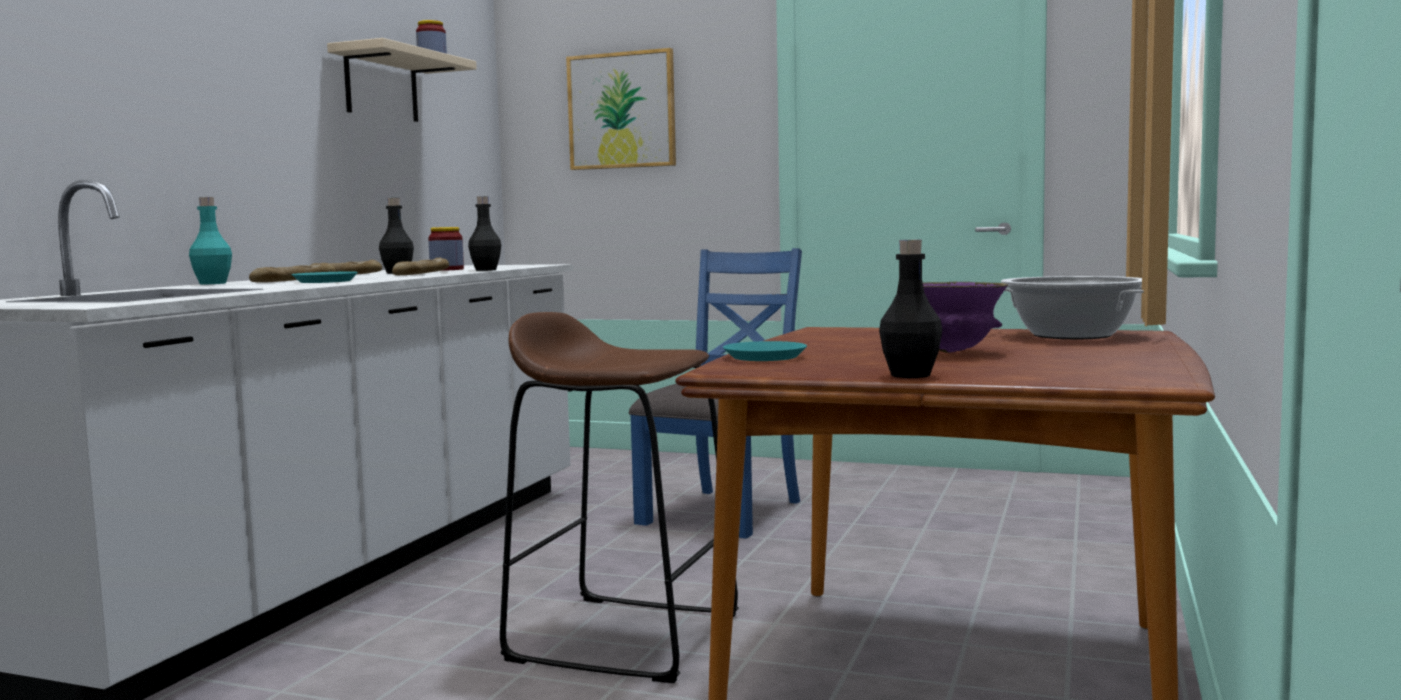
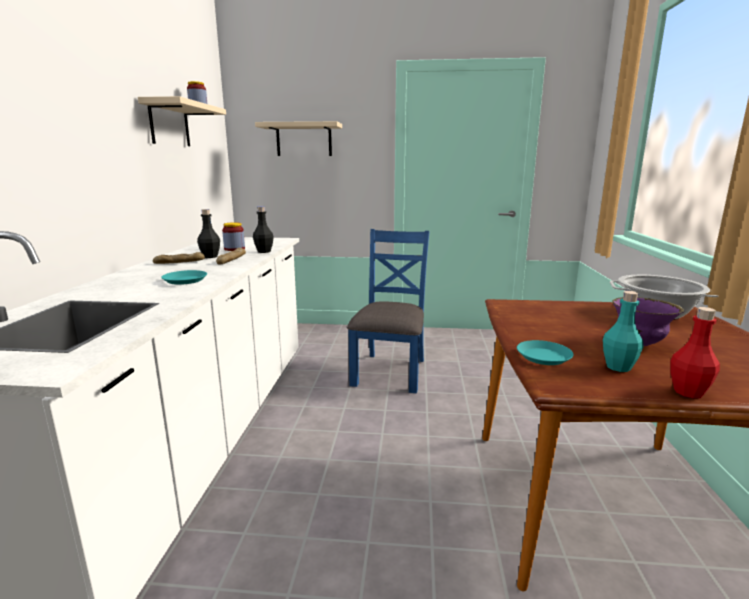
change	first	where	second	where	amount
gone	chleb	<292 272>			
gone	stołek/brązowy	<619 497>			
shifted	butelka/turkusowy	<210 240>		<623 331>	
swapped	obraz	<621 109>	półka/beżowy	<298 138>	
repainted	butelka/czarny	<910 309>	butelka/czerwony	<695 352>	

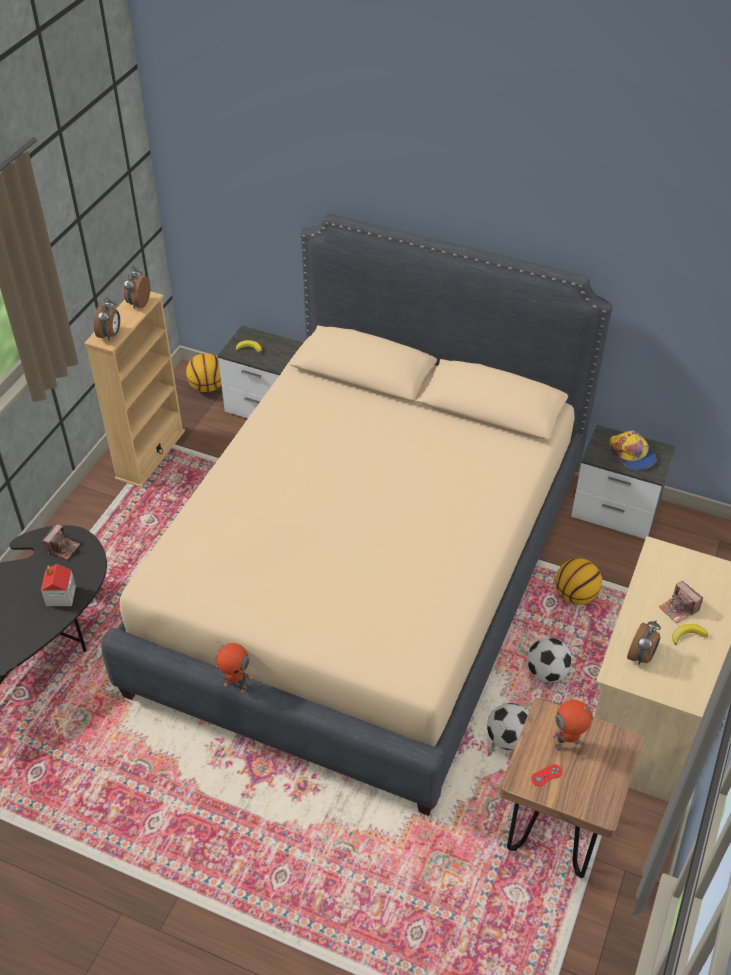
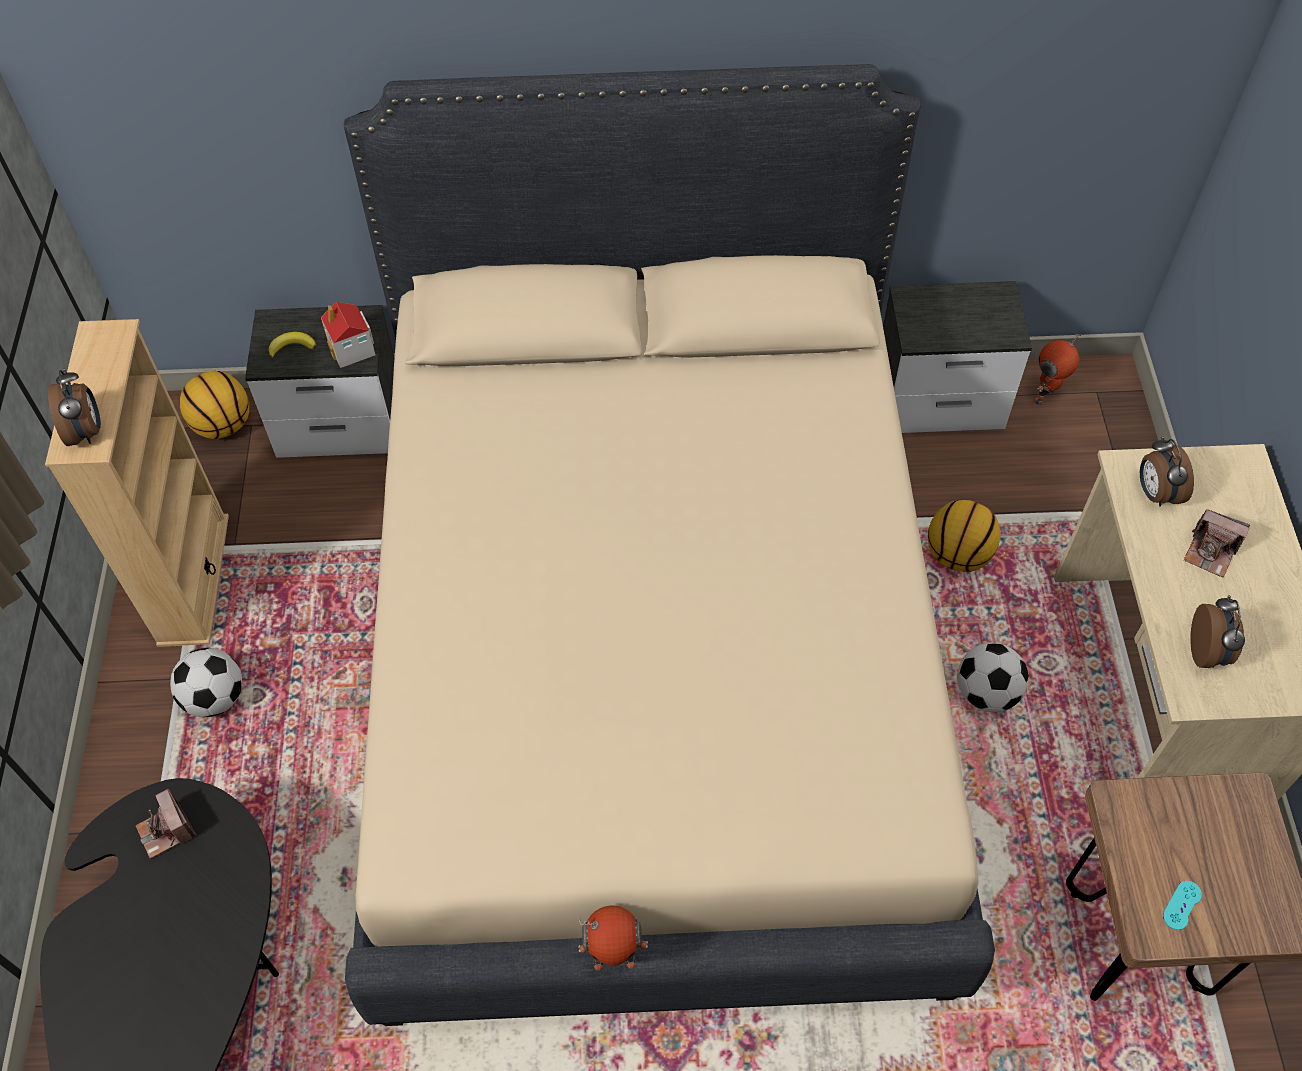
change	first	where	second	where	amount
gone	czapka z daszkiem	<632 450>			
gone	banan	<690 634>			
shifted	domek	<58 585>		<348 335>	
shifted	budzik	<137 287>		<1167 472>	
shifted	piłka futbolowa	<508 726>		<206 682>	
shifted	robot zabawkowy	<573 725>		<1057 369>	
repainted	pad do gier/czerwony	<547 775>	pad do gier/turkusowy	<1182 905>	
rotated	aparat fotograficzny	<61 542>		<166 824>	150 degrees clockwise

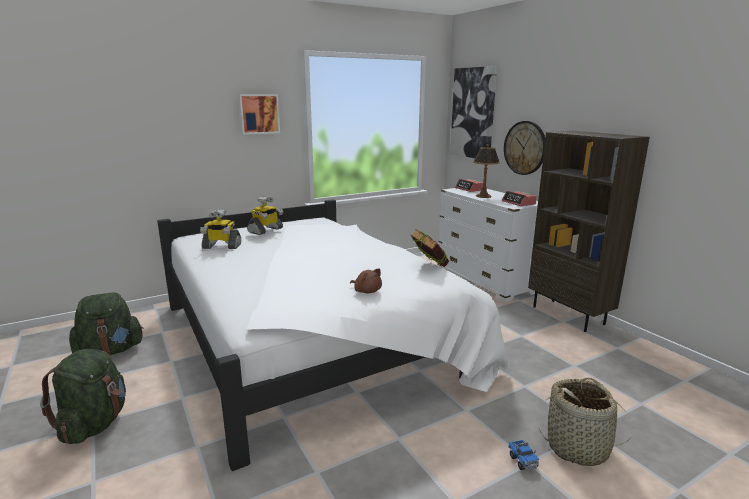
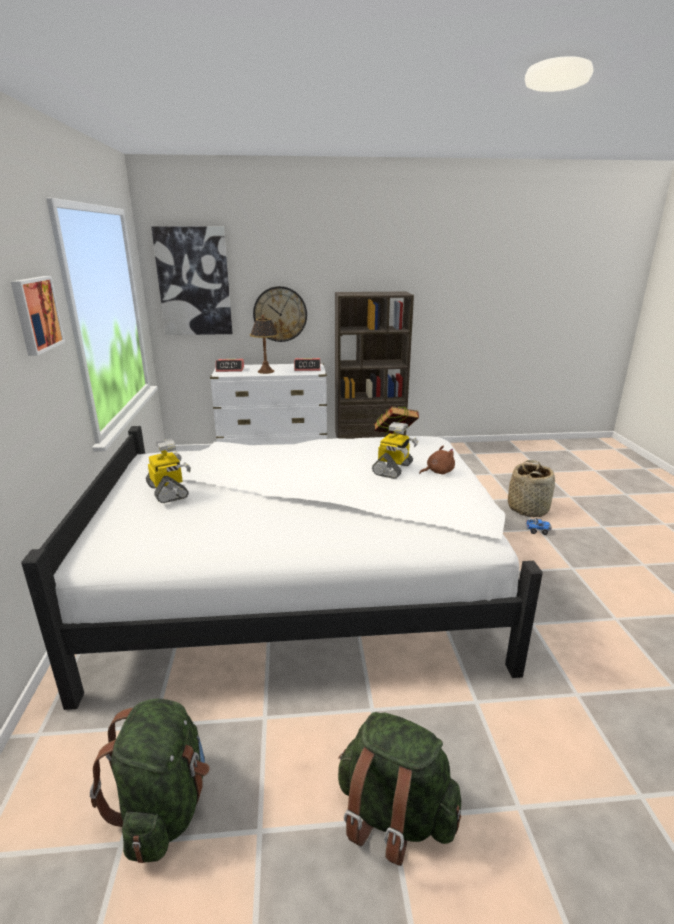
change	first	where	second	where	amount
shifted	robot zabawkowy	<220 229>		<395 450>	

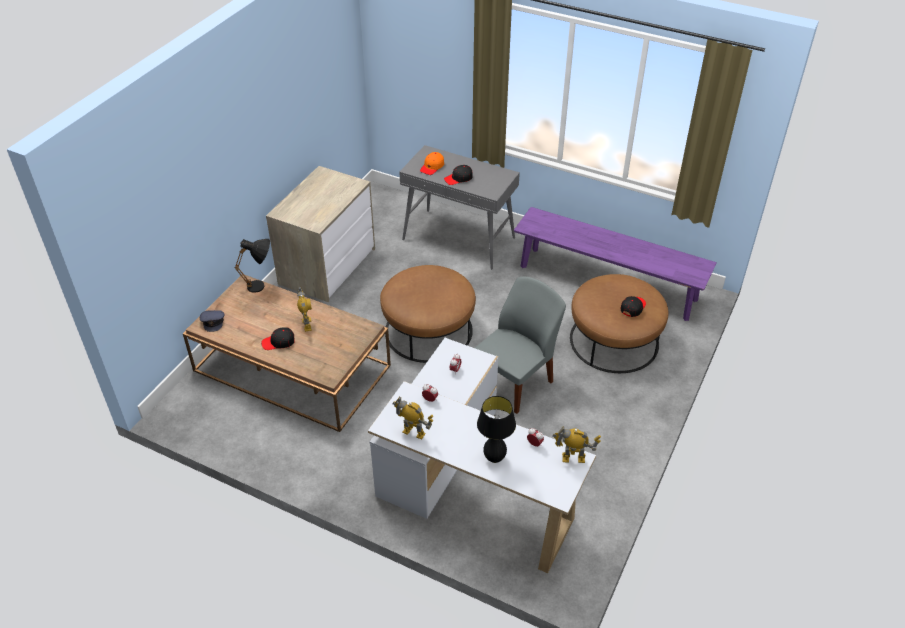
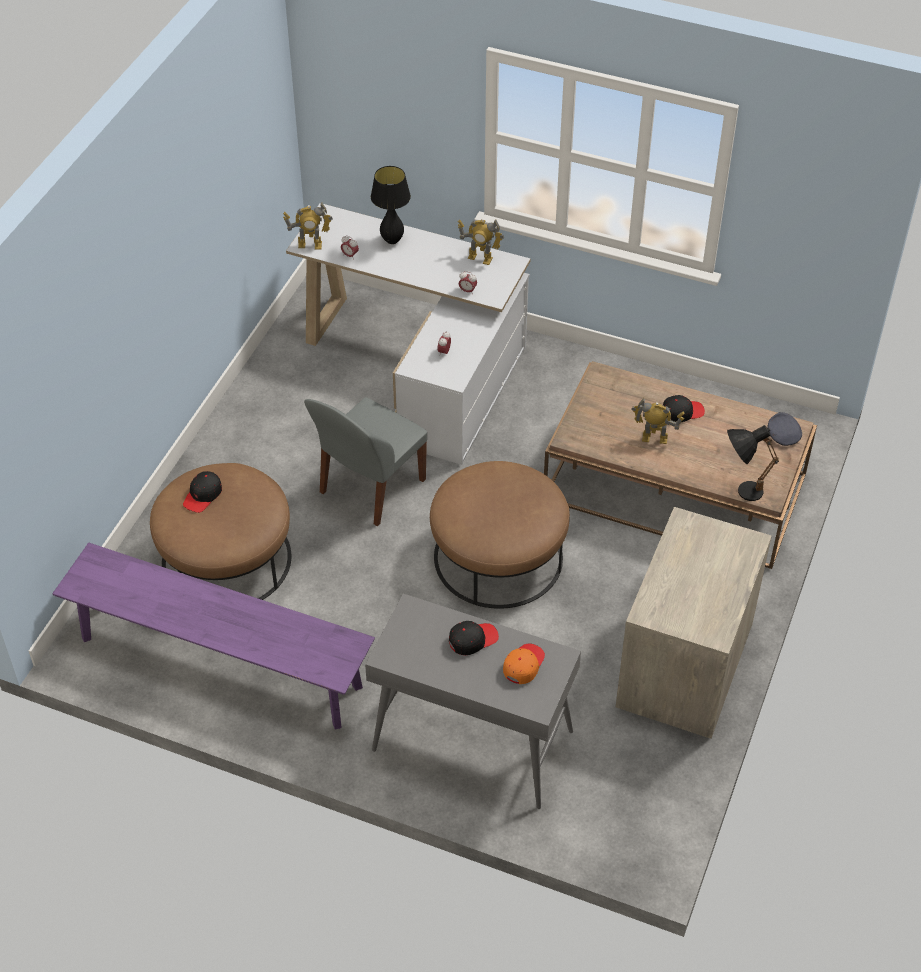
change	first	where	second	where	amount
rotated	robot zabawkowy	<304 309>		<658 421>	120 degrees clockwise

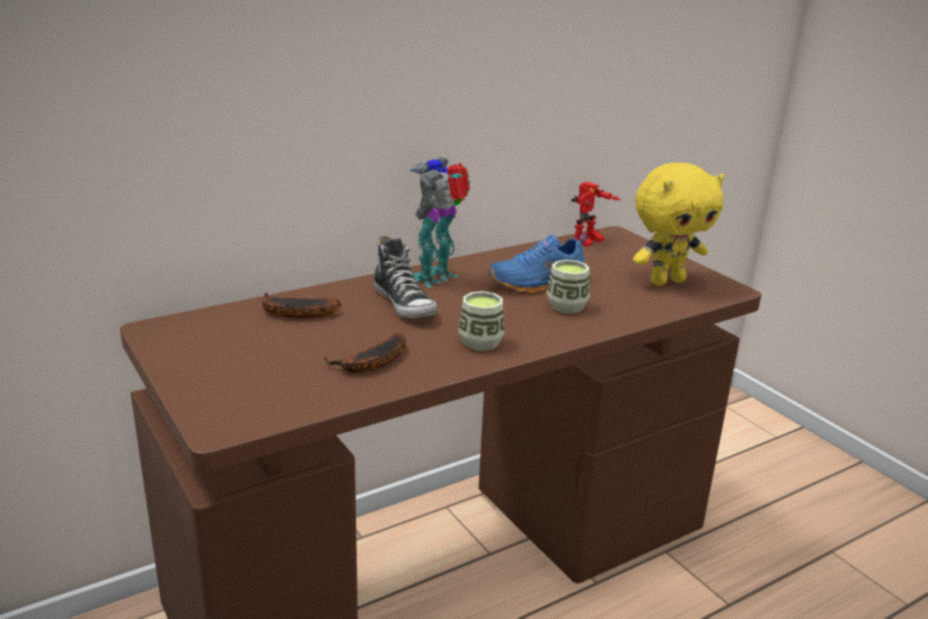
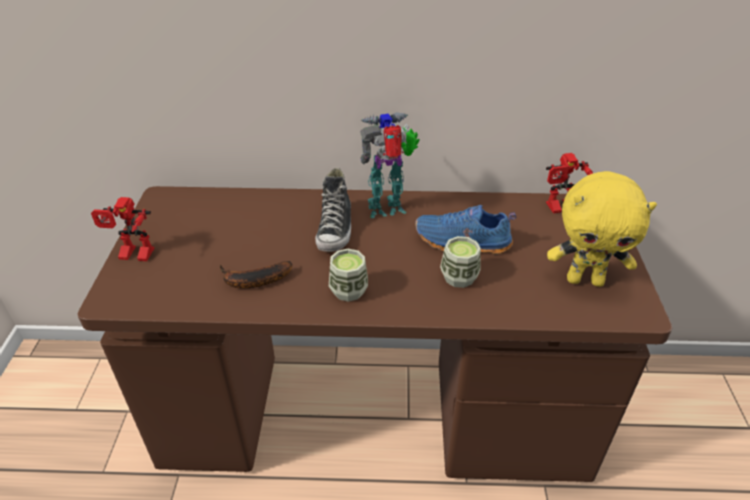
change	first	where	second	where	amount
gone	banan	<301 305>			
new			robot zabawkowy	<122 229>	

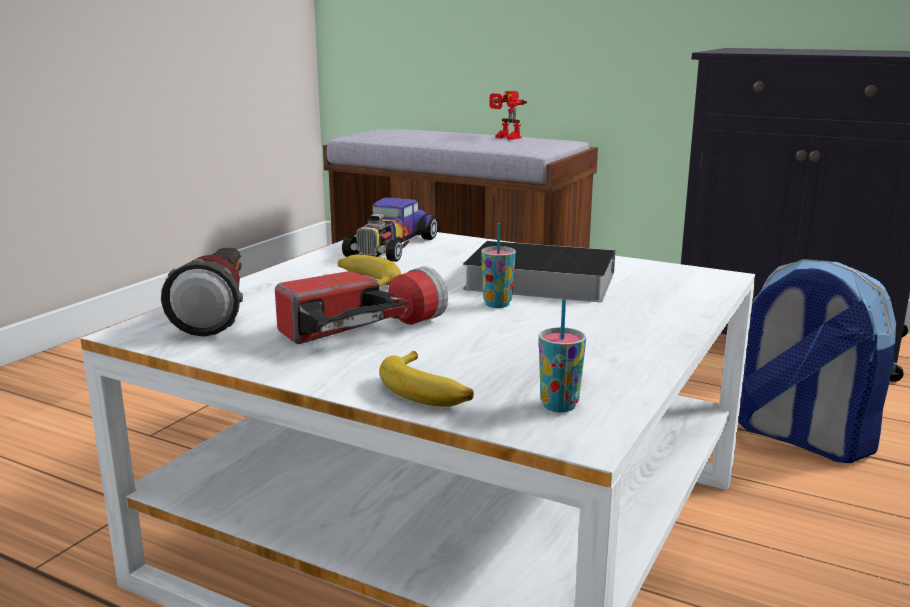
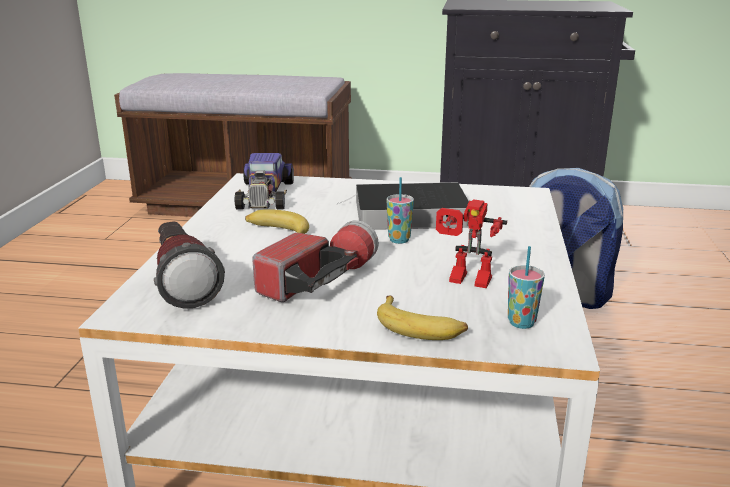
change	first	where	second	where	amount
shifted	robot zabawkowy	<508 115>		<471 243>	

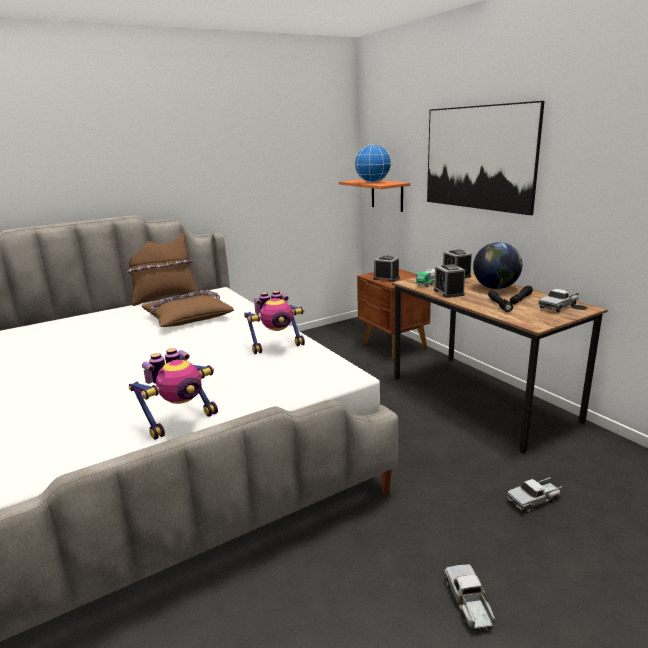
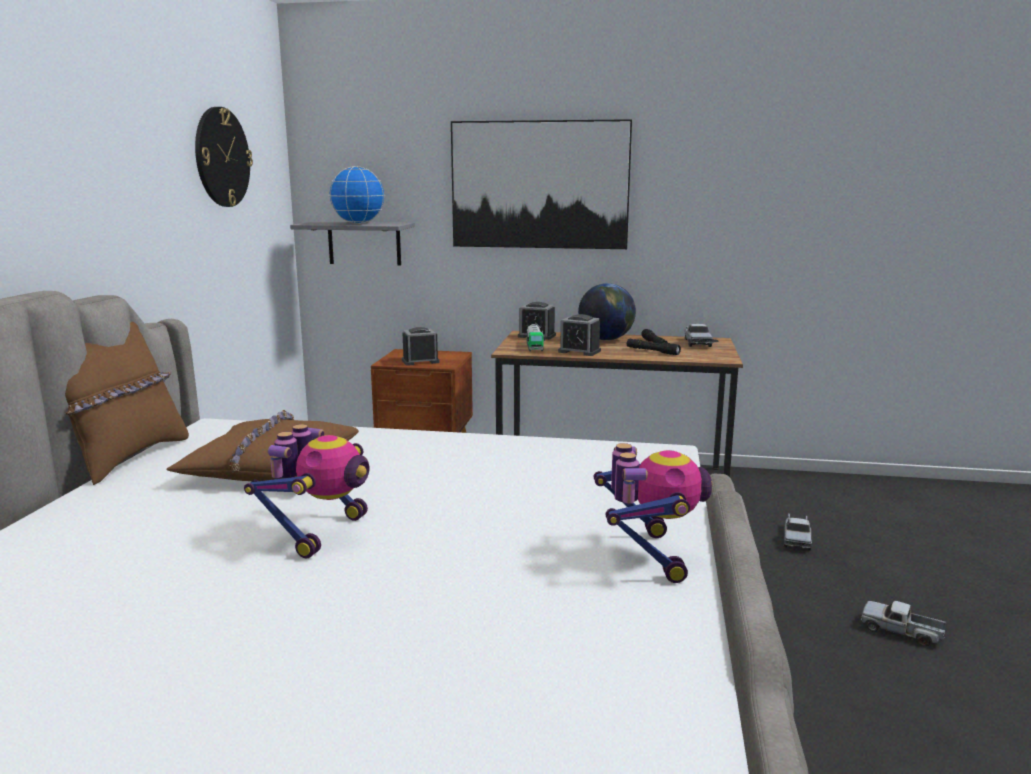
change	first	where	second	where	amount
new			zegar ścienny	<224 157>	
shifted	robot zabawkowy	<274 322>		<307 491>	
repainted	półka/pomarańczowy	<374 195>	półka/szary	<352 243>	

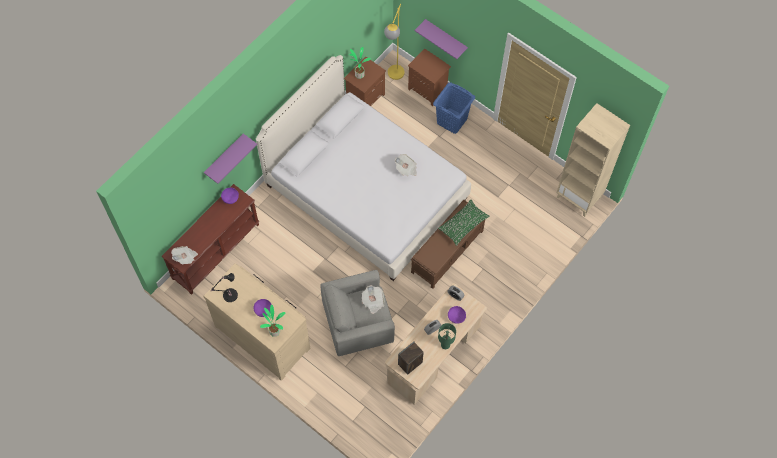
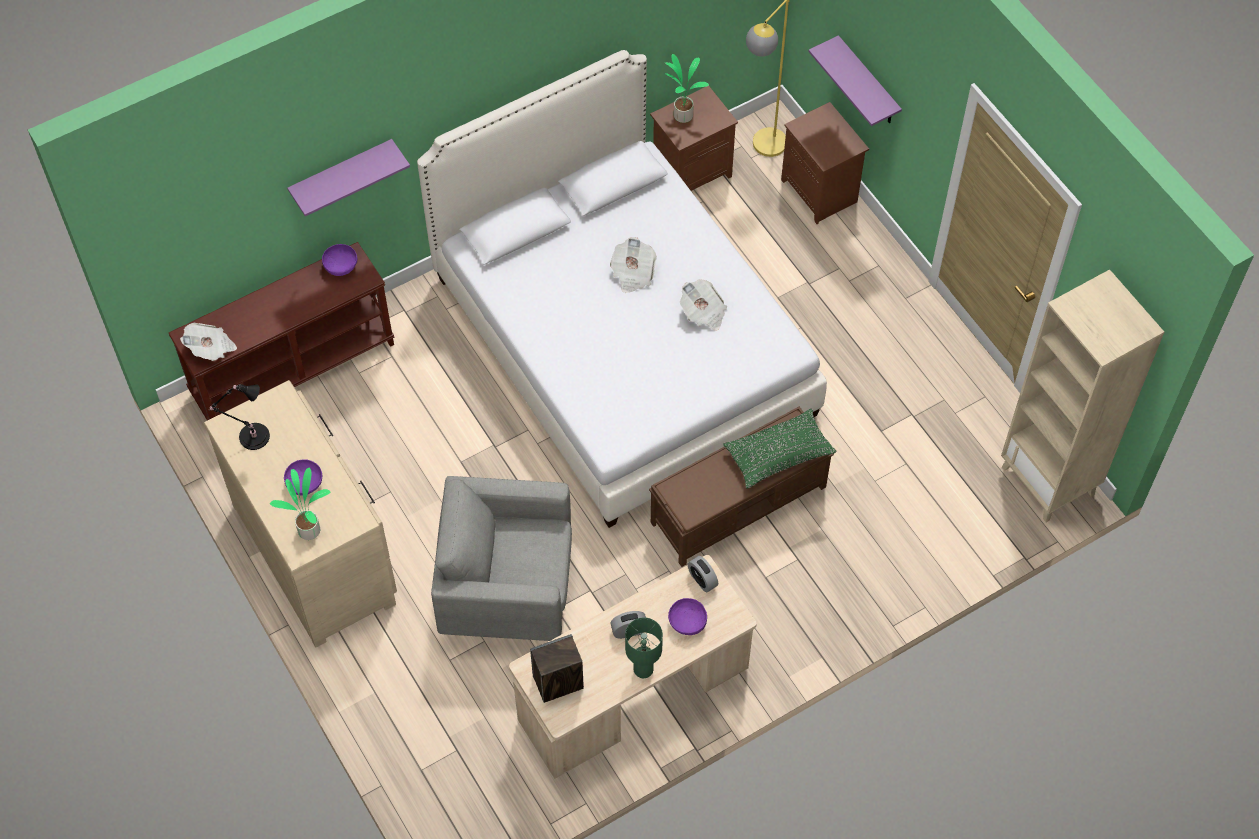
change	first	where	second	where	amount
gone	kosz na pranie/niebieski	<454 108>			
shifted	gazeta	<373 299>		<633 265>	

